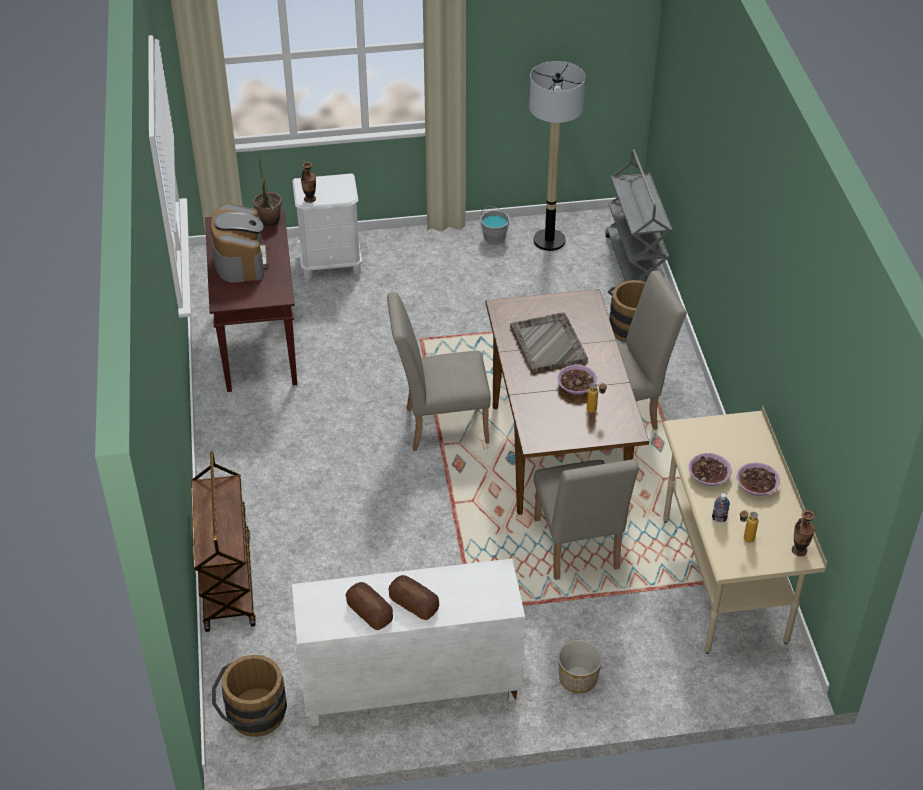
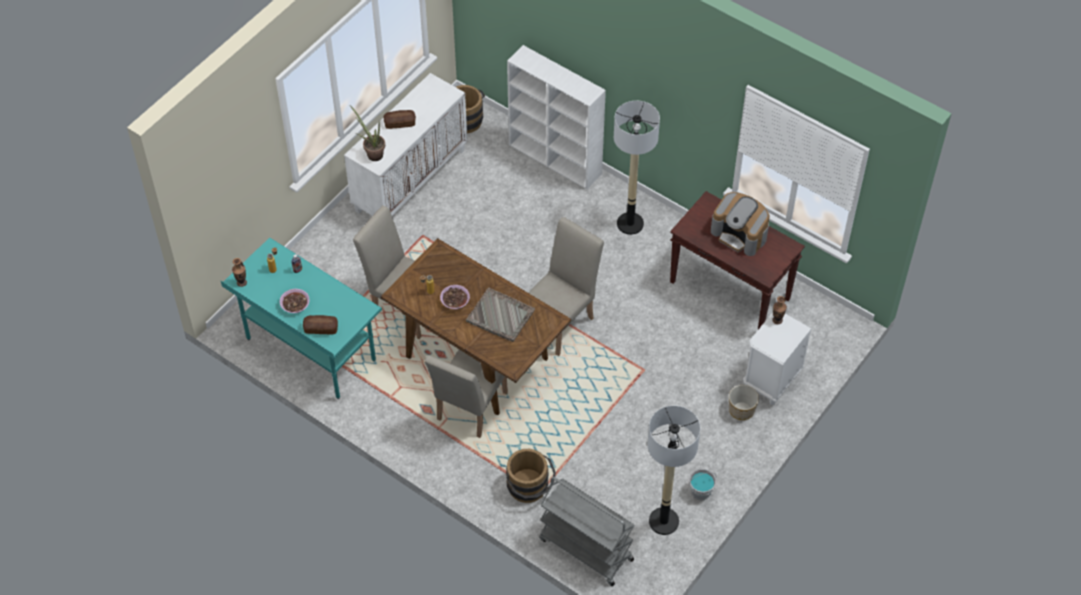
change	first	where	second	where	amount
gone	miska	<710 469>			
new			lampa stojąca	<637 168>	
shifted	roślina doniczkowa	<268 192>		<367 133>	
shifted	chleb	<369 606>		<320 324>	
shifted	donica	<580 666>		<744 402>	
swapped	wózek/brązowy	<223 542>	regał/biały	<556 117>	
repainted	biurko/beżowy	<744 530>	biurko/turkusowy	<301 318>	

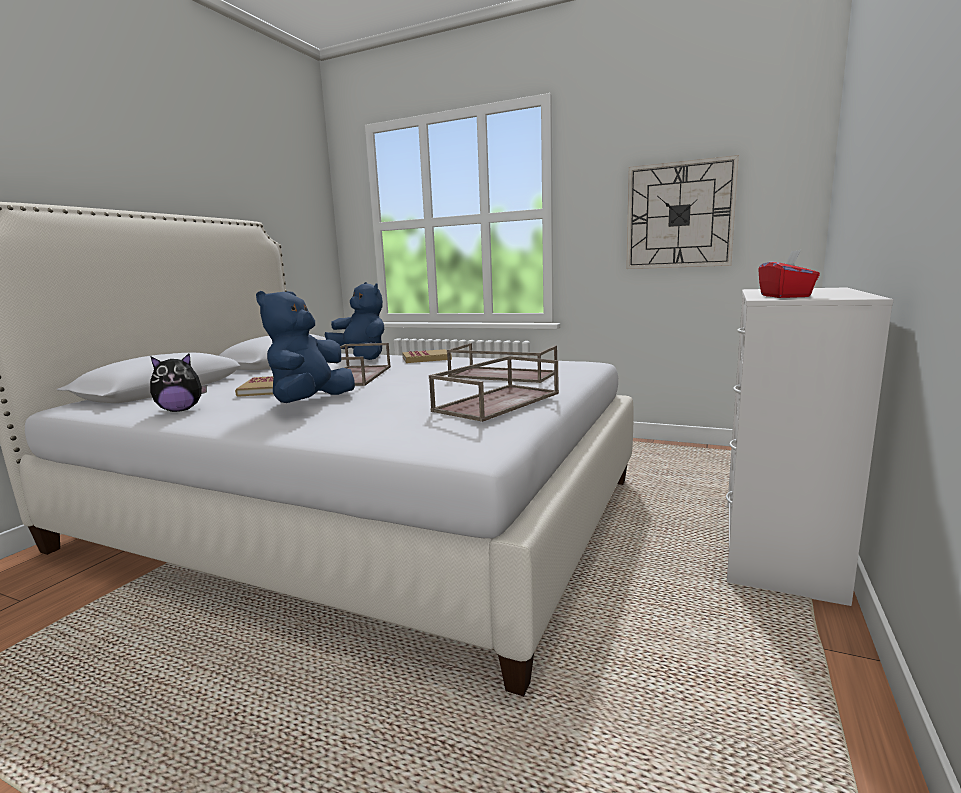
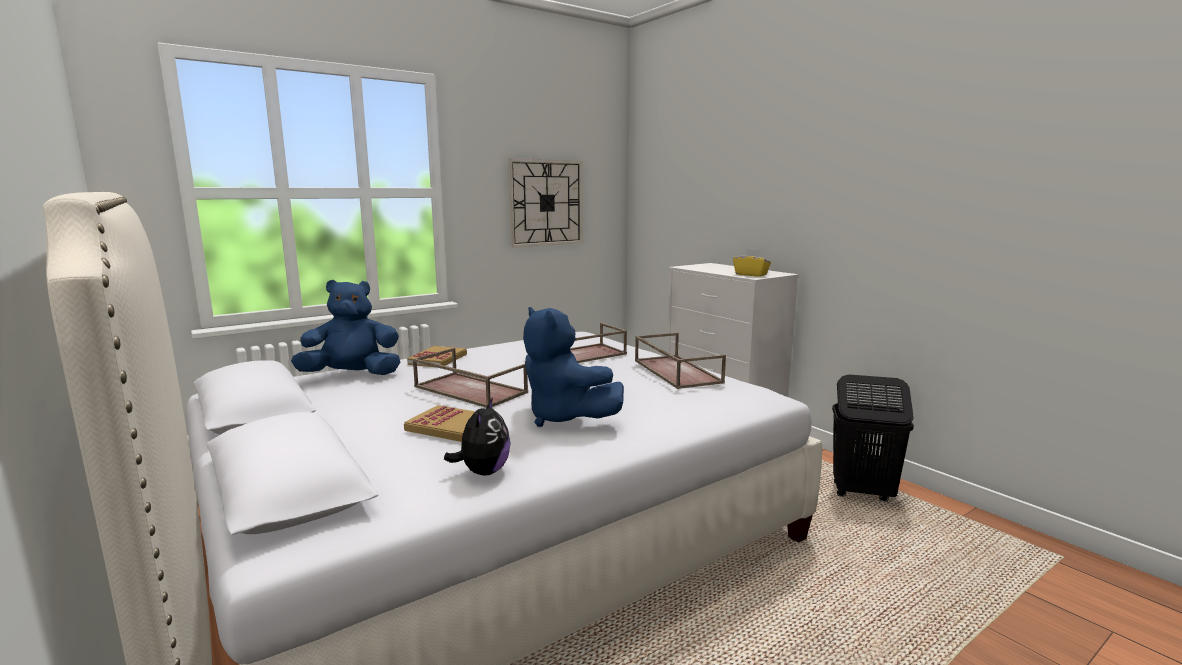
change	first	where	second	where	amount
new			kosz na pranie/czarny	<873 438>	
repainted	pudełko chusteczek/czerwony	<789 274>	pudełko chusteczek/żółty	<752 263>	

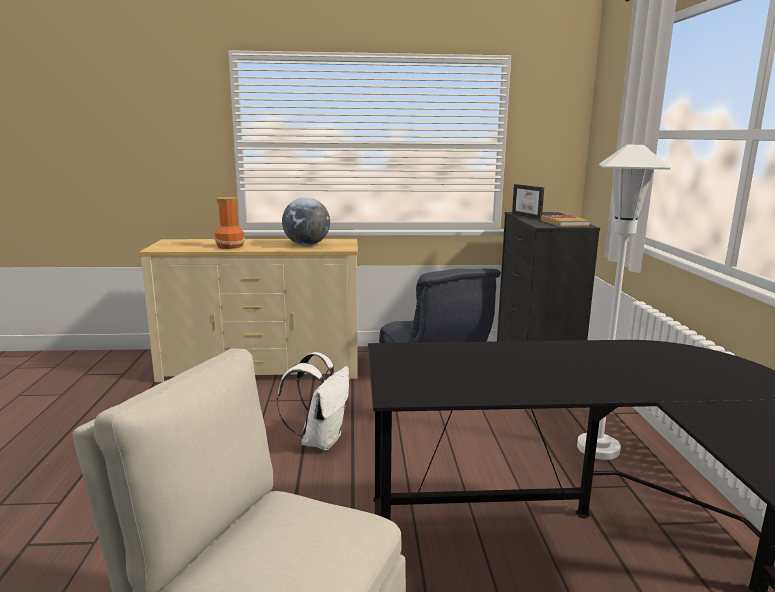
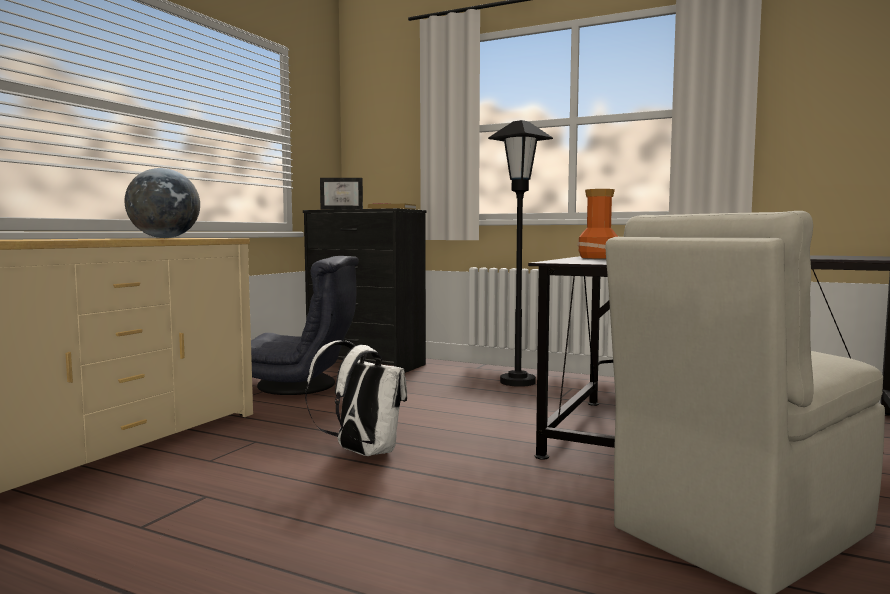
change	first	where	second	where	amount
shifted	wazon	<229 223>		<597 224>	
repainted	lampa stojąca/biały	<624 302>	lampa stojąca/czarny	<520 253>	

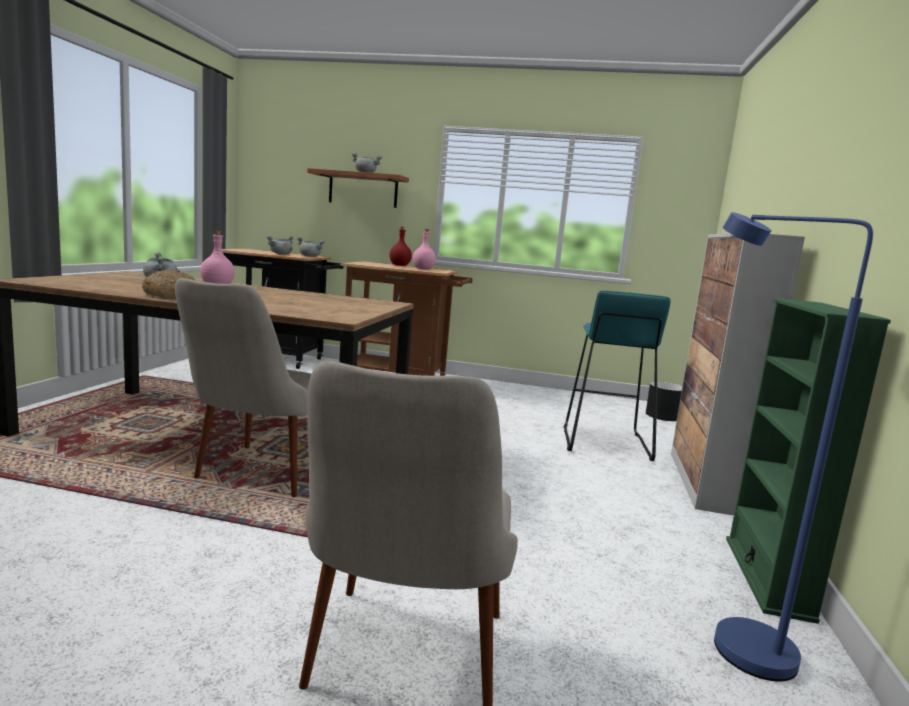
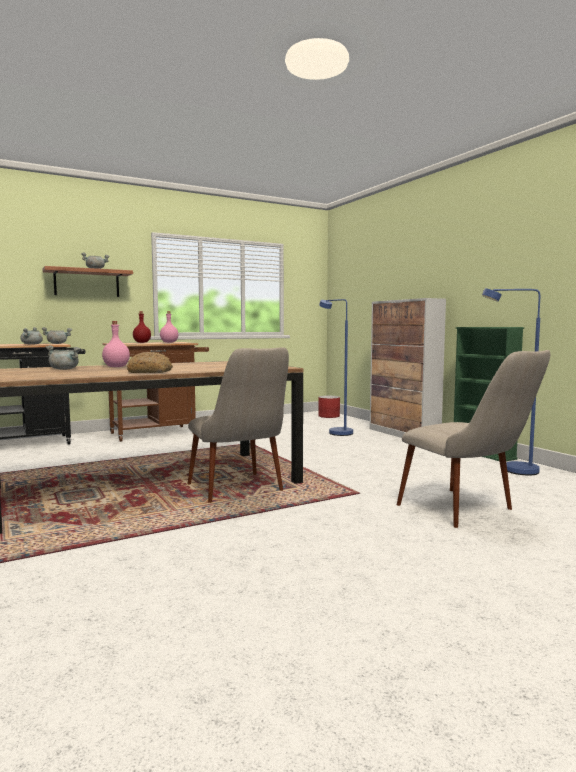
change	first	where	second	where	amount
swapped	stołek/turkusowy	<617 376>	lampa stojąca/niebieski	<336 367>	
repainted	donica/czarny	<664 401>	donica/czerwony	<329 407>	

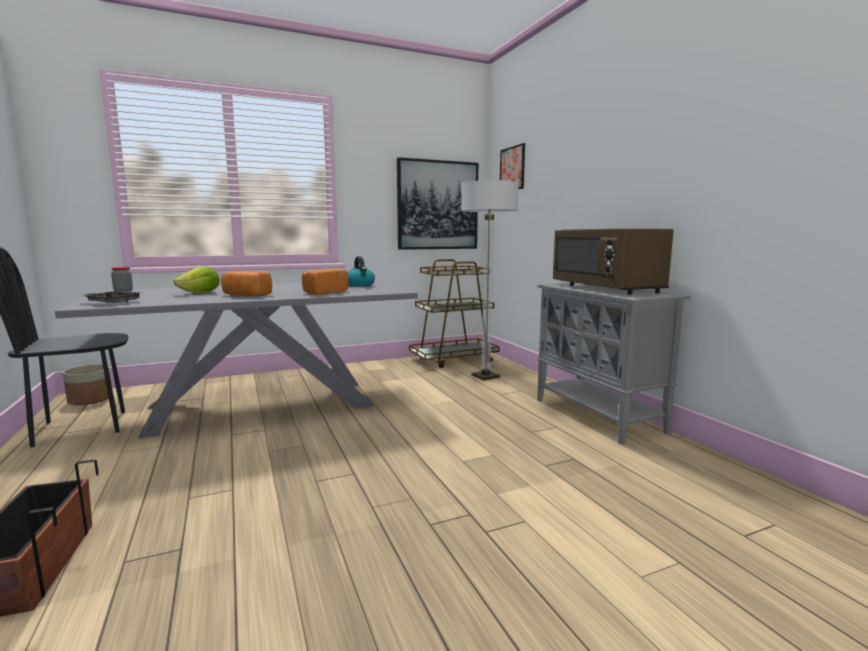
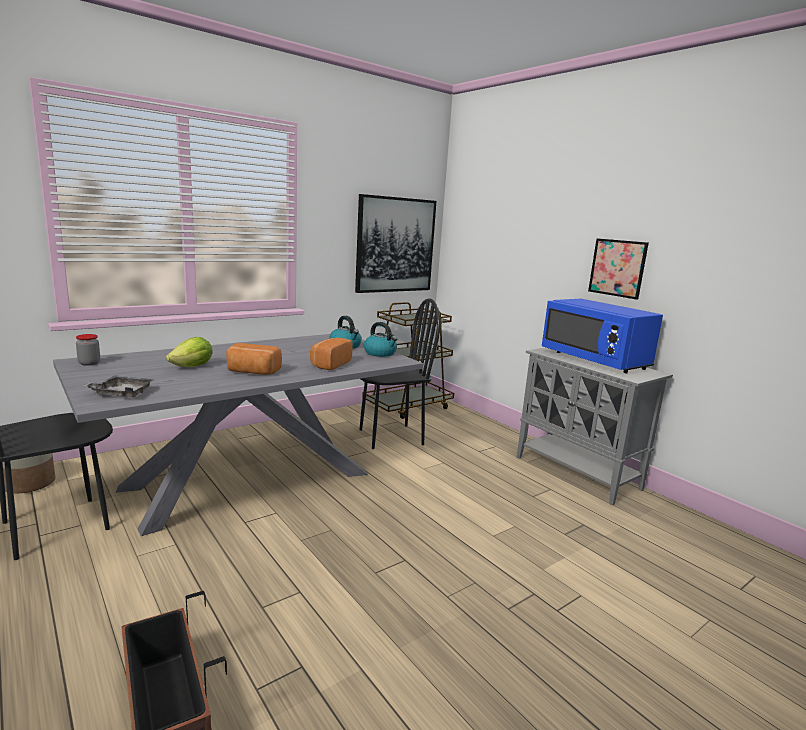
change	first	where	second	where	amount
gone	lampa stojąca	<490 280>			
new			krzesło/czarny	<400 373>	
new			czajnik	<380 339>	
shifted	obraz	<512 166>		<618 269>	
repainted	mikrofalówka/brązowy	<613 261>	mikrofalówka/niebieski	<602 336>	

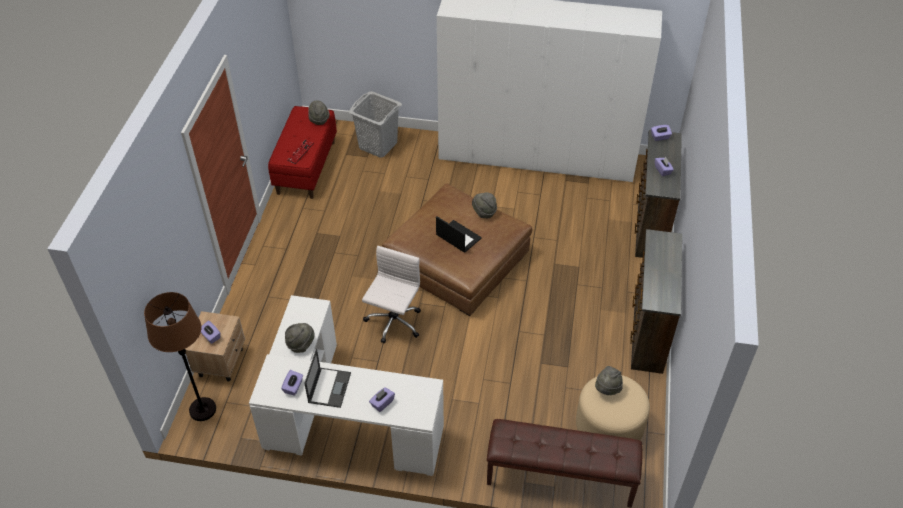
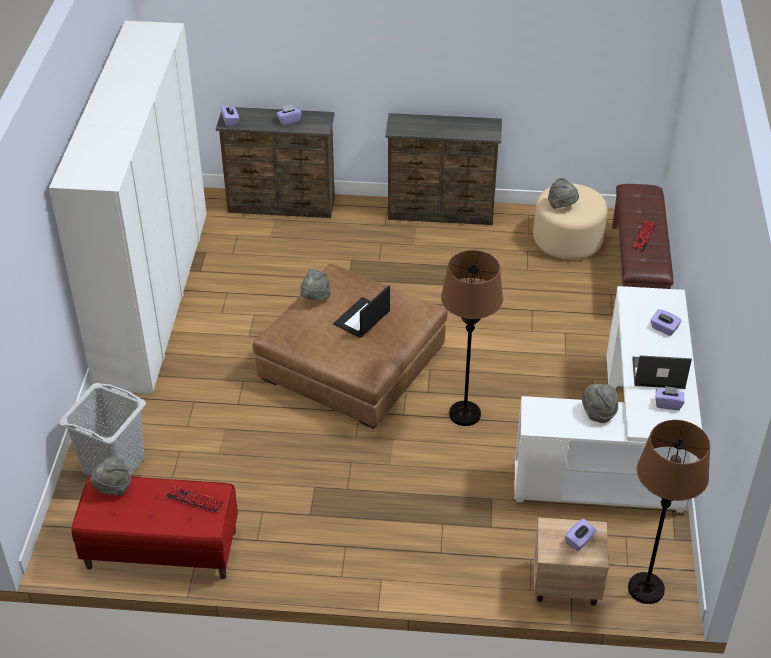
change	first	where	second	where	amount
new			klawiatura	<644 236>	
swapped	krzesło biurowe/biały	<391 294>	lampa stojąca/brązowy	<472 338>	

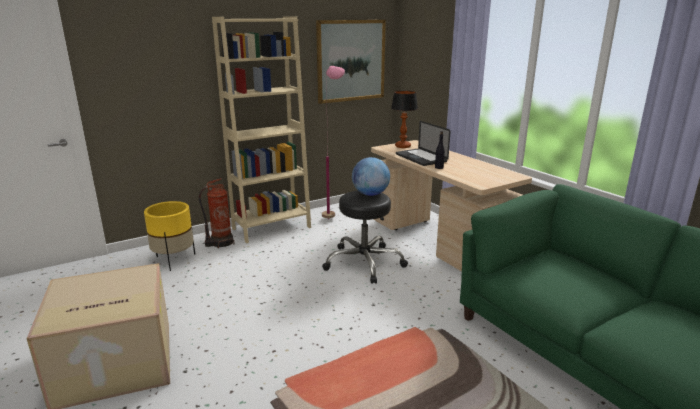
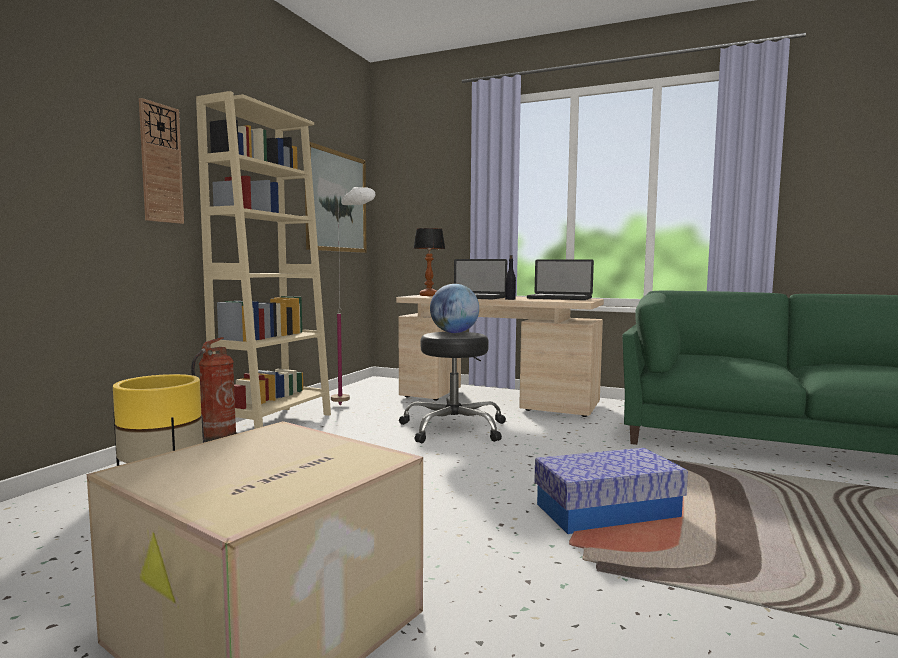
change	first	where	second	where	amount
new			zegar ścienny	<161 161>	
new			laptop	<560 279>	
new			pojemnik do przechowywania	<611 491>	
repainted	lampa stojąca/różowy	<333 143>	lampa stojąca/biały	<353 296>	

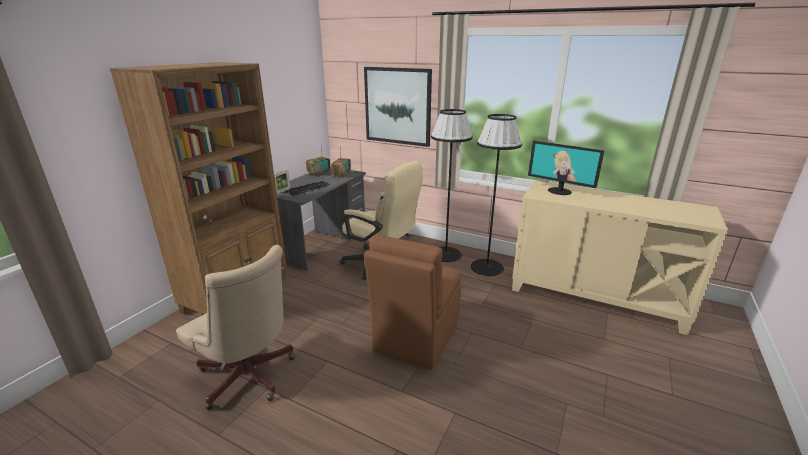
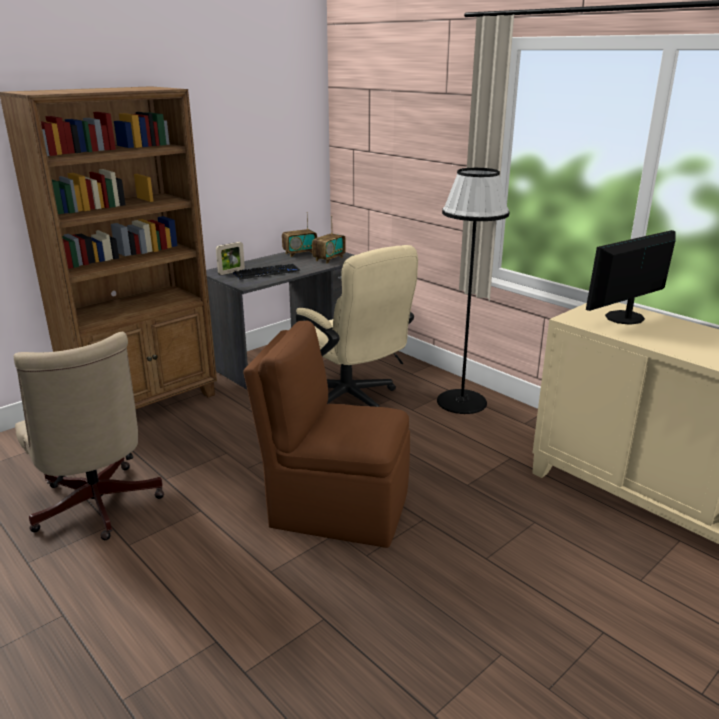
change	first	where	second	where	amount
gone	obraz	<398 107>			
gone	lampa stojąca/czarny	<496 195>			
rotated	krzesło/brązowy	<412 302>		<326 434>	60 degrees clockwise
rotated	monitor	<566 168>		<631 277>	90 degrees clockwise

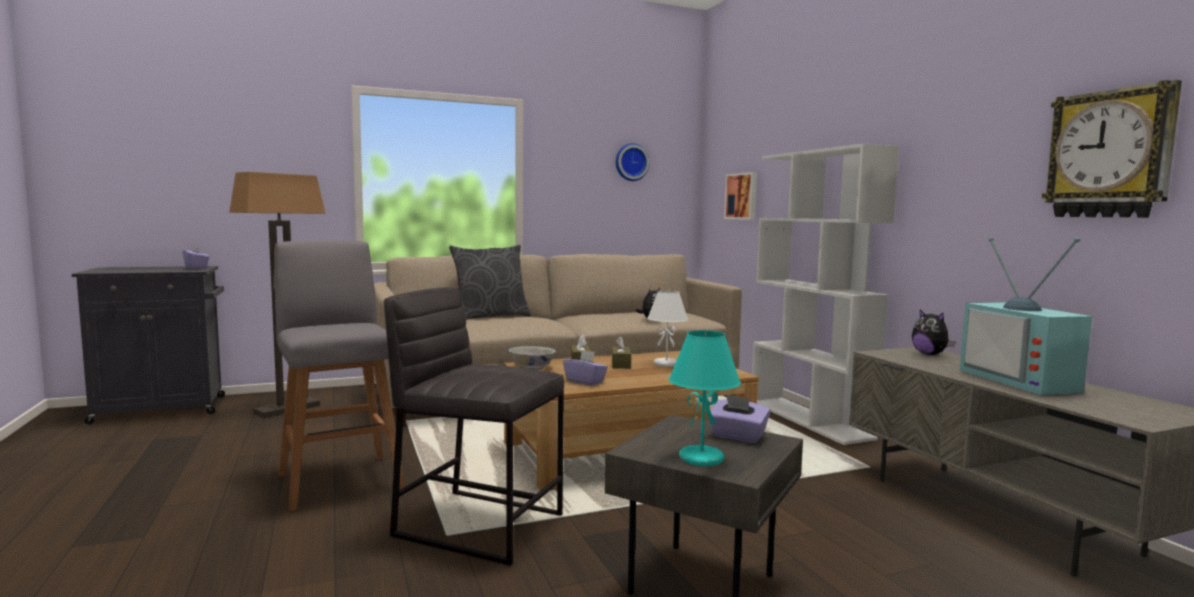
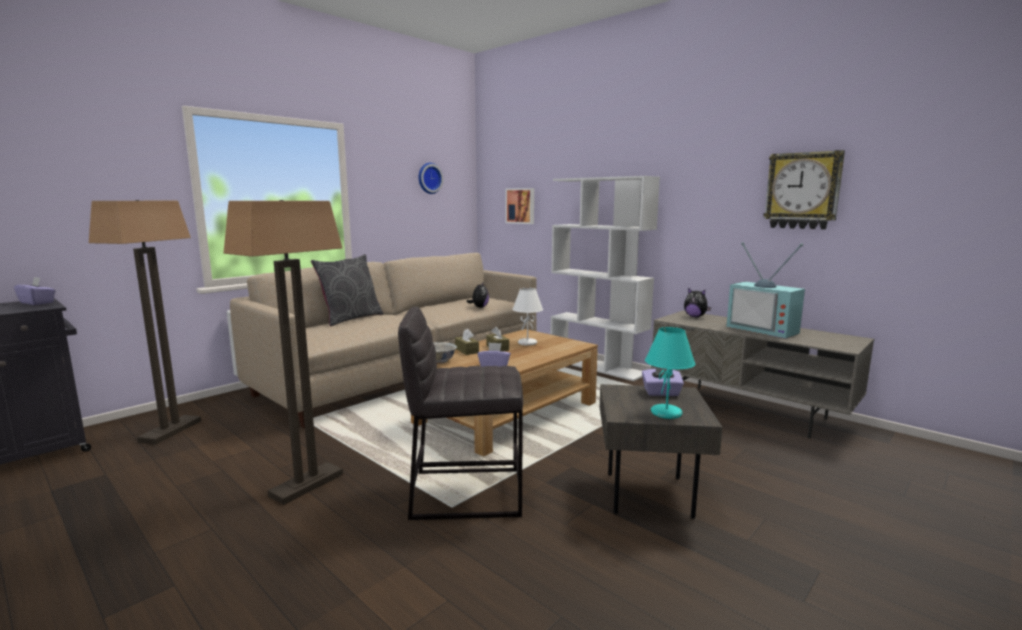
change	first	where	second	where	amount
swapped	stołek/szary	<339 375>	lampa stojąca	<283 352>	

